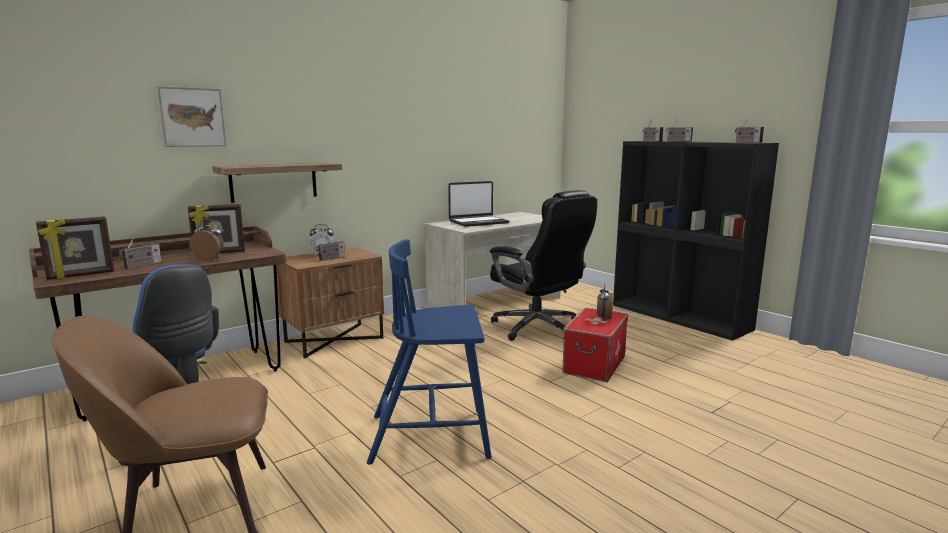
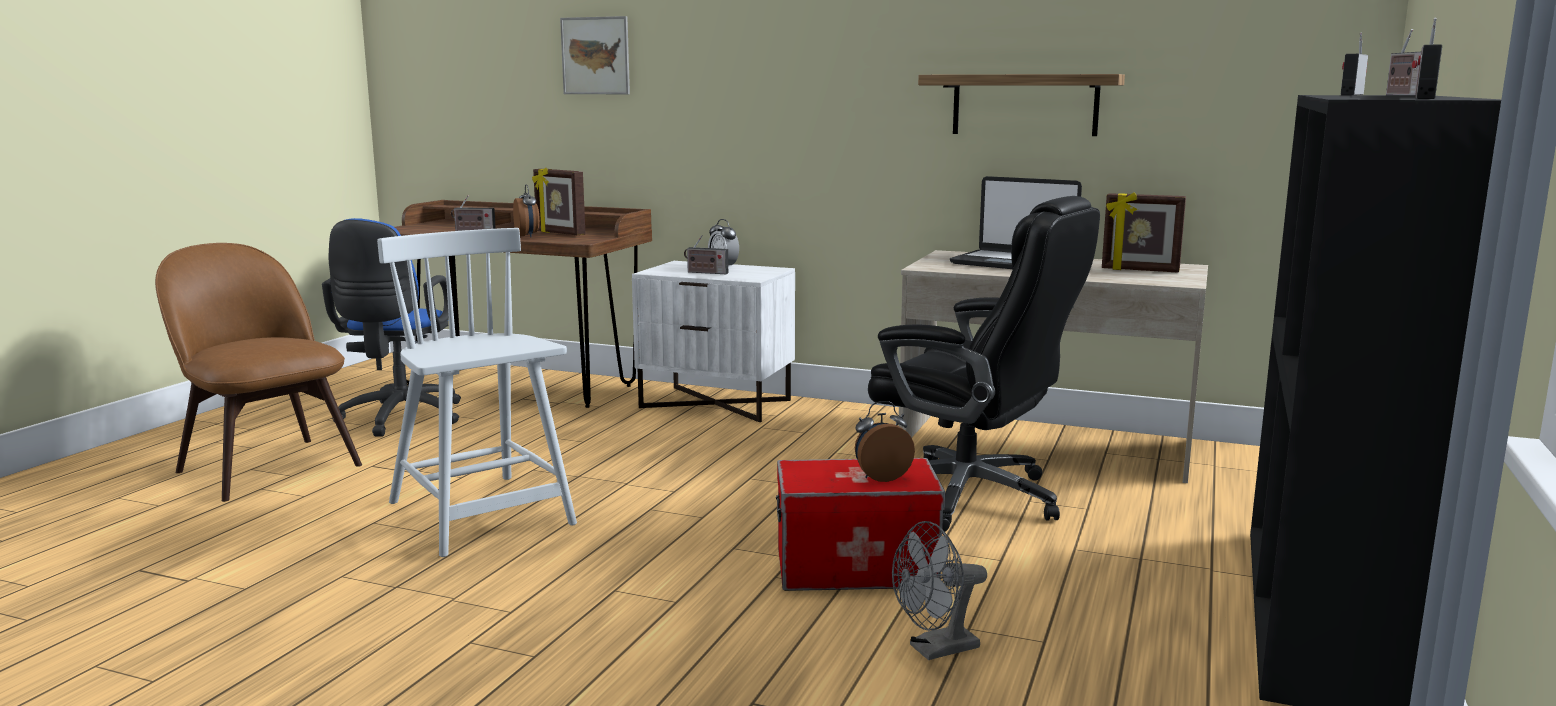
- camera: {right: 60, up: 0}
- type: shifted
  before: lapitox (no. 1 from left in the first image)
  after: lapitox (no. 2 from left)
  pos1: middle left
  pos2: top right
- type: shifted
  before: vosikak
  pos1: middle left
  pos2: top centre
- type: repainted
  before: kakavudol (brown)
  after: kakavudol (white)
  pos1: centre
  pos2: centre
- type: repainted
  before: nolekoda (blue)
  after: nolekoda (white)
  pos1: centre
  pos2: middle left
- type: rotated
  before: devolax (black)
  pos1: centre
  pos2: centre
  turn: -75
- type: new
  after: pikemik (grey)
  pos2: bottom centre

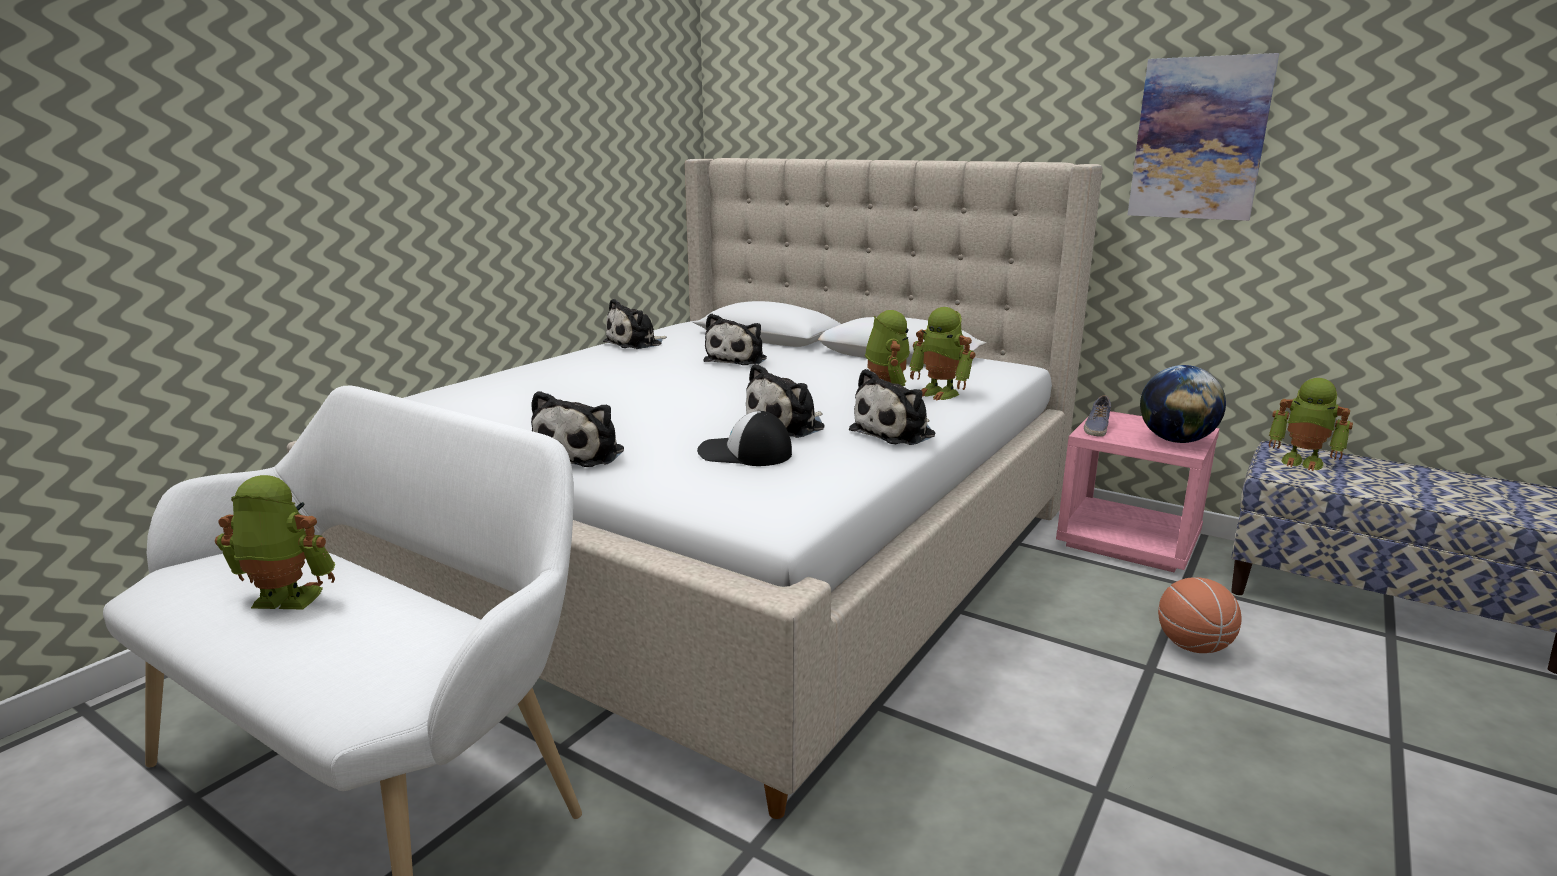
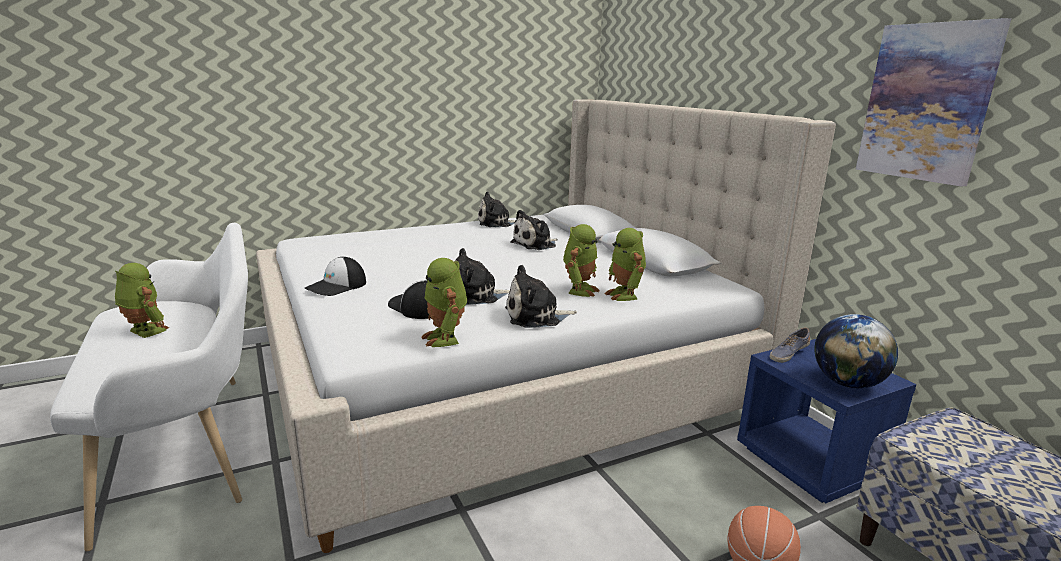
- camera: {right: 30, up: 0}
- type: swapped
  before: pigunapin (no. 1 from left)
  after: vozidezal (no. 1 from left)
  pos1: centre
  pos2: middle left
- type: repainted
  before: kakavudol (pink)
  after: kakavudol (blue)
  pos1: middle right
  pos2: bottom right
- type: shifted
  before: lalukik (no. 4 from left in the first image)
  after: lalukik (no. 2 from left)
  pos1: middle right
  pos2: centre

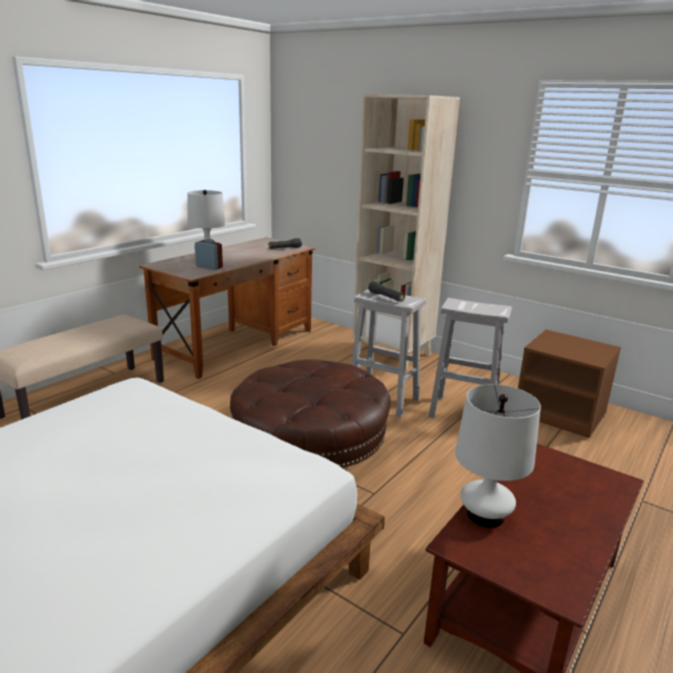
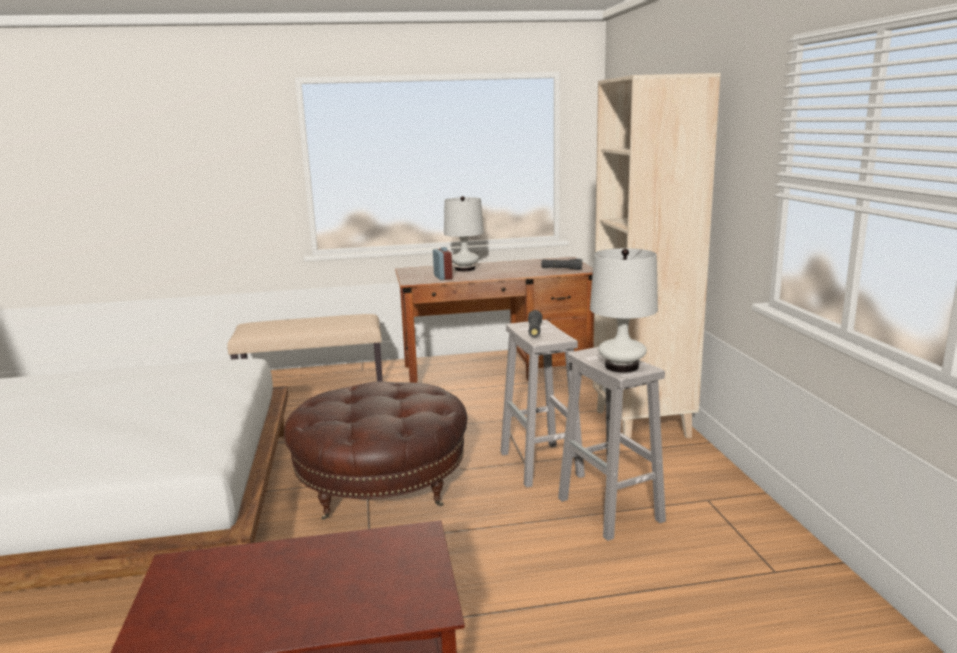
- camera: {right: 45, up: -5}
- type: shifted
  before: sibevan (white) (no. 2 from left)
  pos1: bottom right
  pos2: centre
- type: gone
  before: kakavudol (brown)
  pos1: middle right

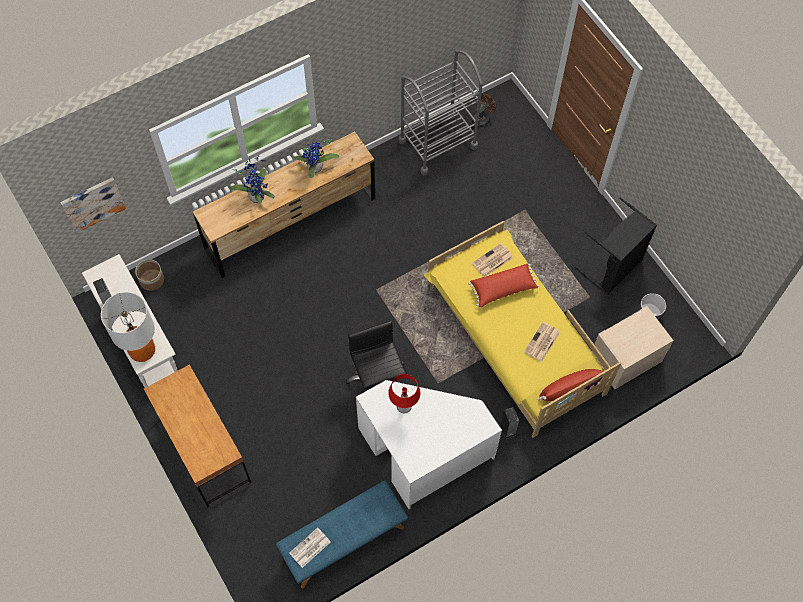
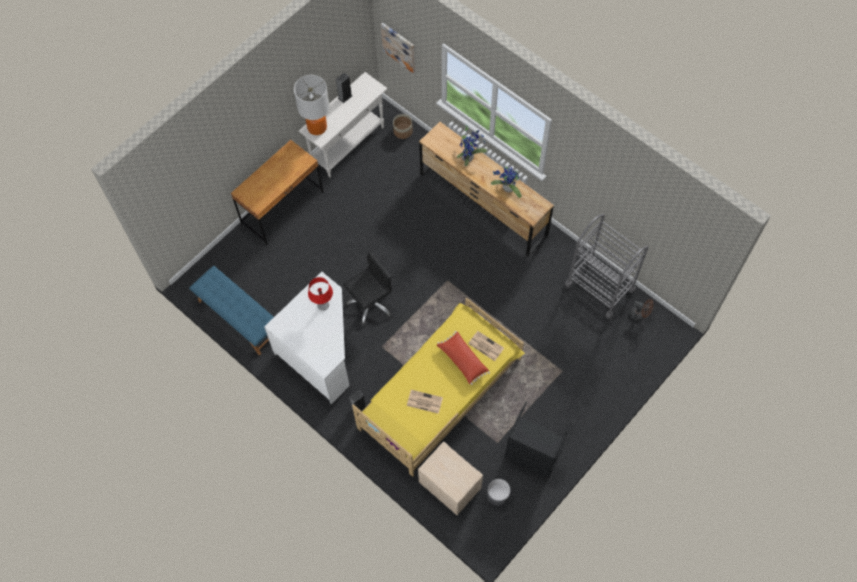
- camera: {right: 75, up: 0}
- type: gone
  before: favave (no. 1 from left)
  pos1: bottom centre
- type: gone
  before: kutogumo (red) (no. 2 from left)
  pos1: middle right

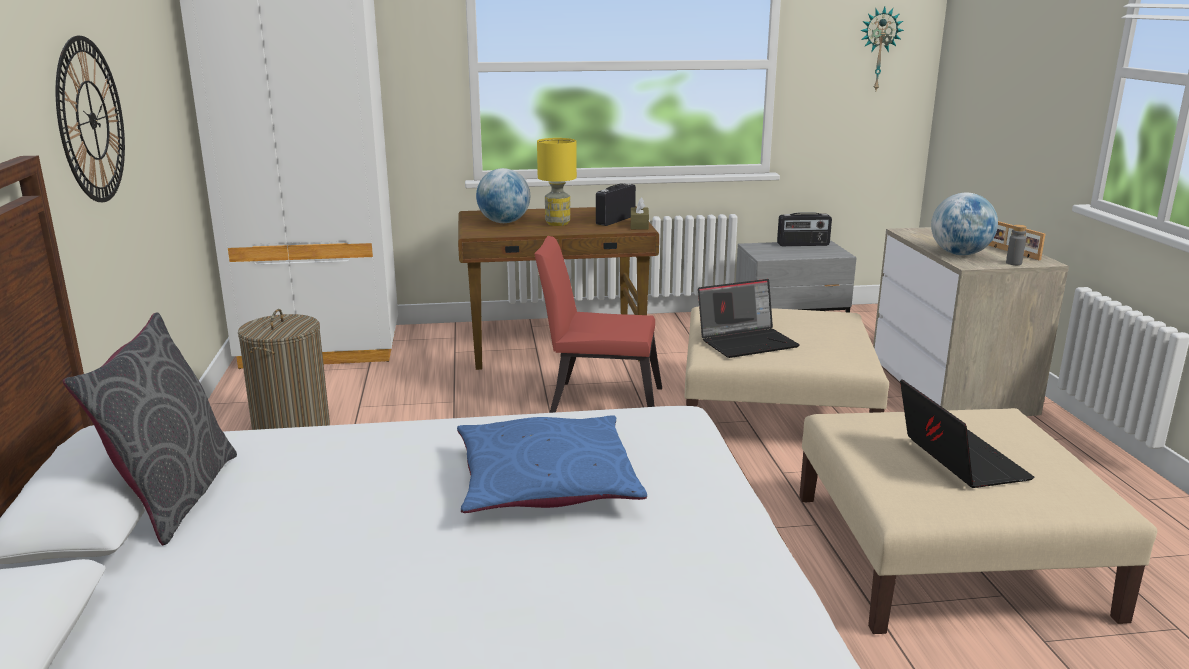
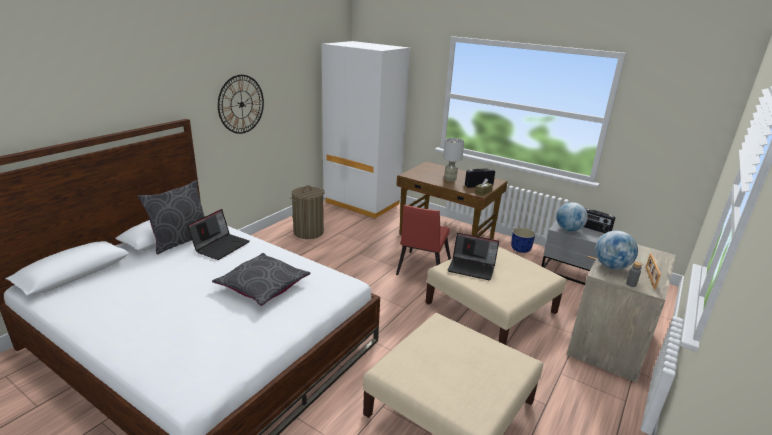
- camera: {right: 40, up: 5}
- type: repainted
  before: kutogumo (blue)
  after: kutogumo (grey) (no. 2 from left)
  pos1: bottom centre
  pos2: centre
- type: shifted
  before: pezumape (no. 1 from left)
  pos1: top centre
  pos2: middle right
- type: rotated
  before: nolekoda (red)
  pos1: centre
  pos2: centre
  turn: -120
- type: repainted
  before: sibevan (yellow)
  after: sibevan (grey)
  pos1: top centre
  pos2: centre
- type: gone
  before: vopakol (no. 2 from left)
  pos1: top right
- type: shifted
  before: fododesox (no. 2 from left in the first image)
  after: fododesox (no. 1 from left)
  pos1: middle right
  pos2: middle left
- type: new
  after: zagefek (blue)
  pos2: middle right

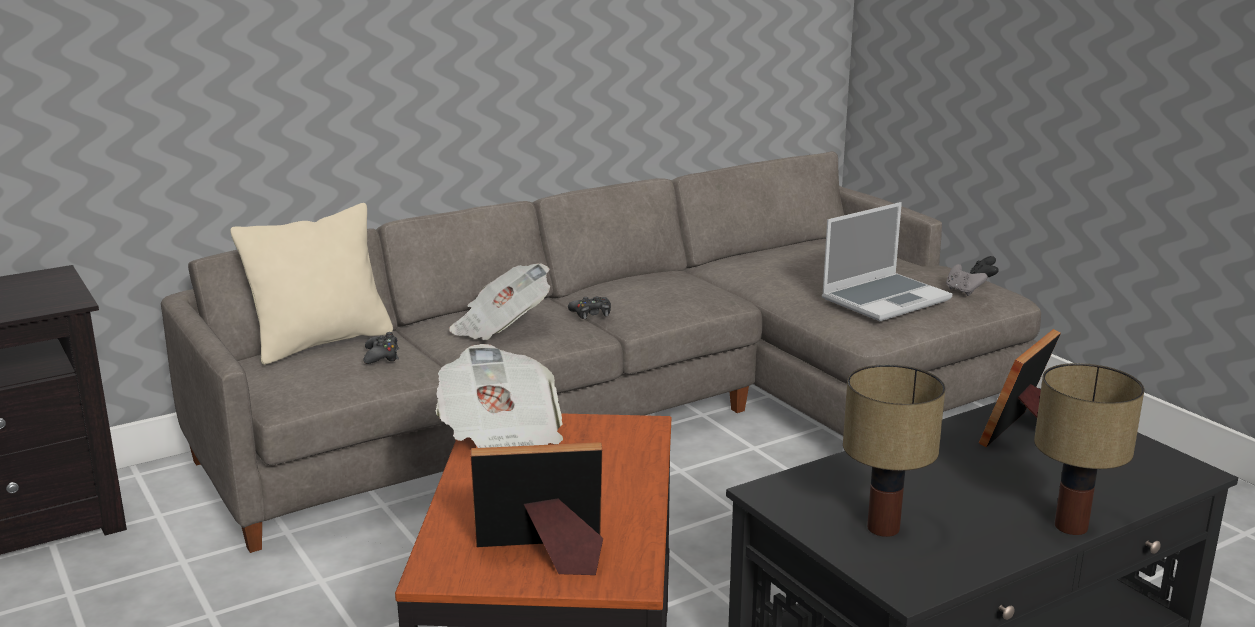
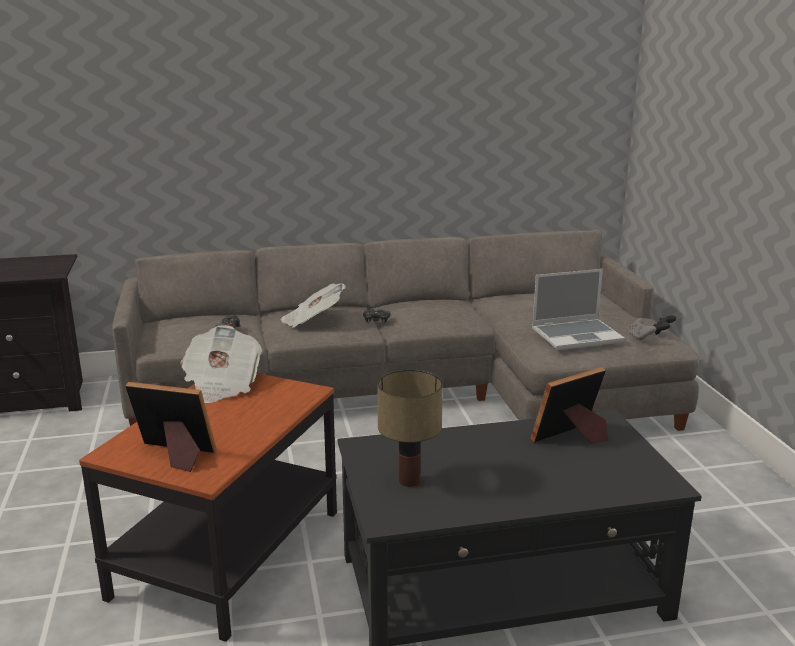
- camera: {right: 20, up: 0}
- type: gone
  before: kutogumo (beige)
  pos1: middle left
- type: gone
  before: sibevan (no. 2 from left)
  pos1: bottom right

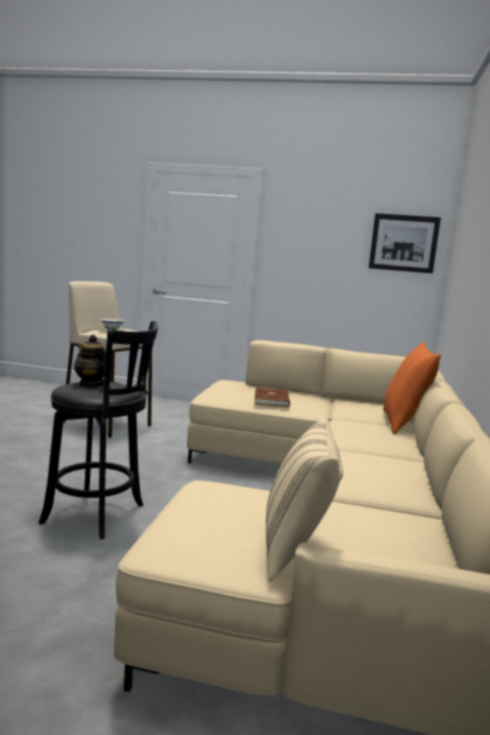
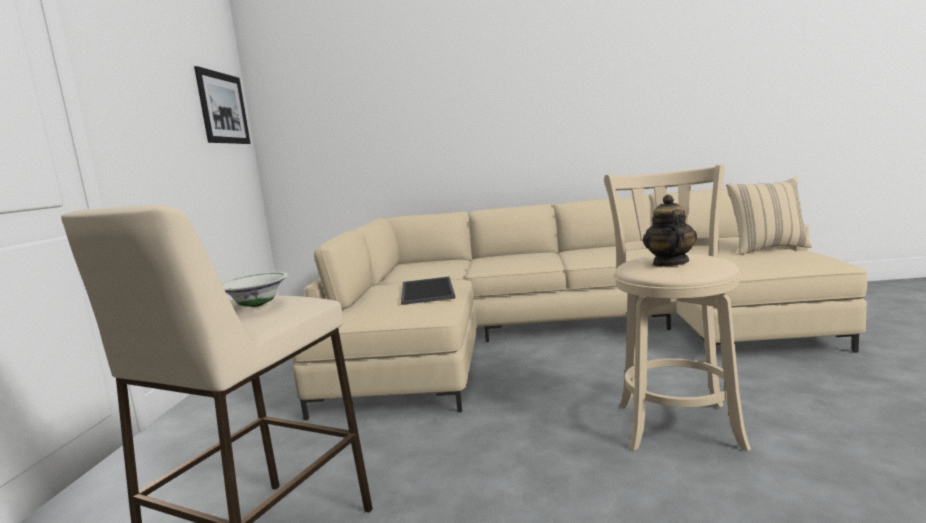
- camera: {right: -95, up: 0}
- type: repainted
  before: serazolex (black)
  after: serazolex (beige) (no. 2 from left)
  pos1: middle left
  pos2: middle right
- type: rotated
  before: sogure
  pos1: middle left
  pos2: middle right
  turn: 150
- type: swapped
  before: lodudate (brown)
  after: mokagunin
  pos1: centre
  pos2: centre
- type: gone
  before: kutogumo (orange)
  pos1: middle right

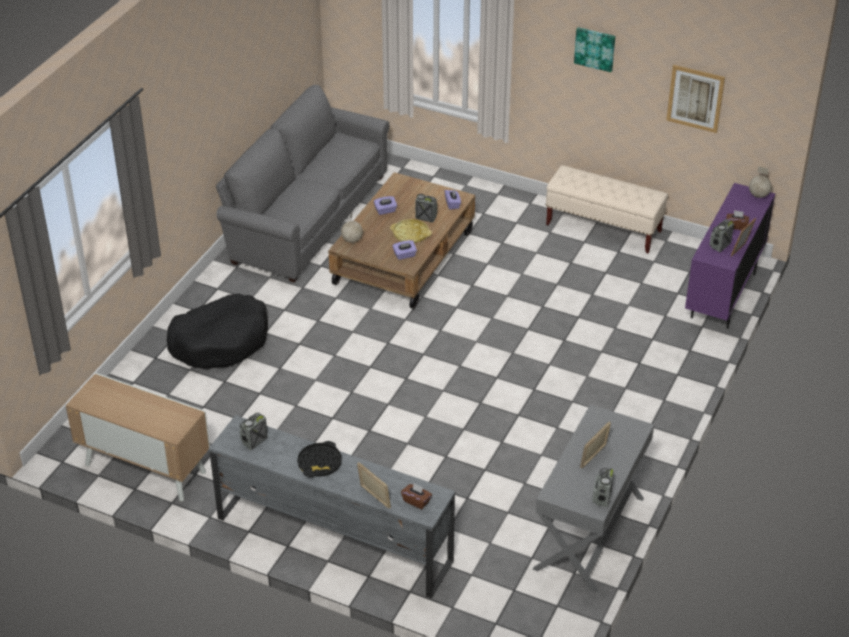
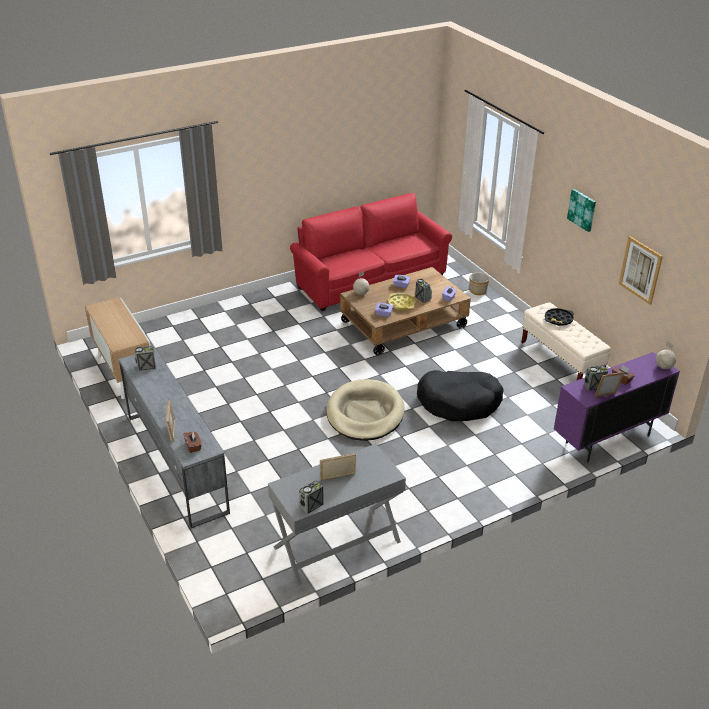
- camera: {right: 35, up: -5}
- type: shifted
  before: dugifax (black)
  pos1: middle left
  pos2: centre
- type: repainted
  before: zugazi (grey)
  after: zugazi (red)
  pos1: top centre
  pos2: centre
- type: shifted
  before: mokagunin (black)
  pos1: bottom centre
  pos2: middle right
- type: new
  after: dugifax (beige)
  pos2: centre
- type: new
  after: zagefek
  pos2: middle right

